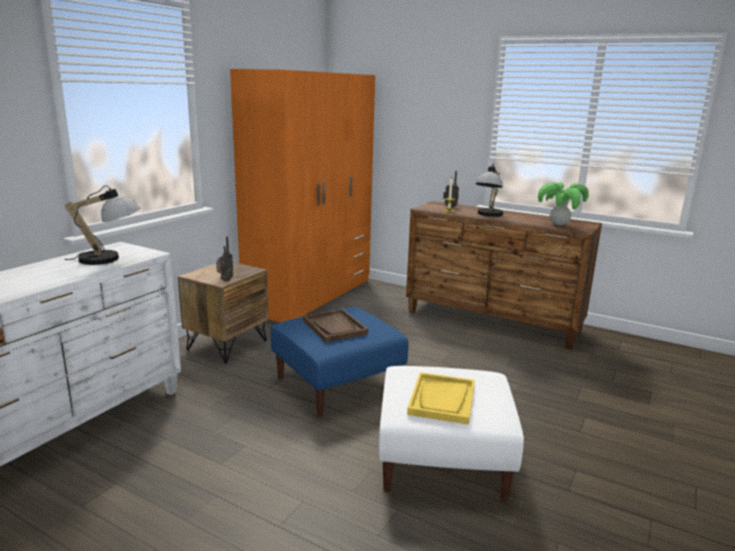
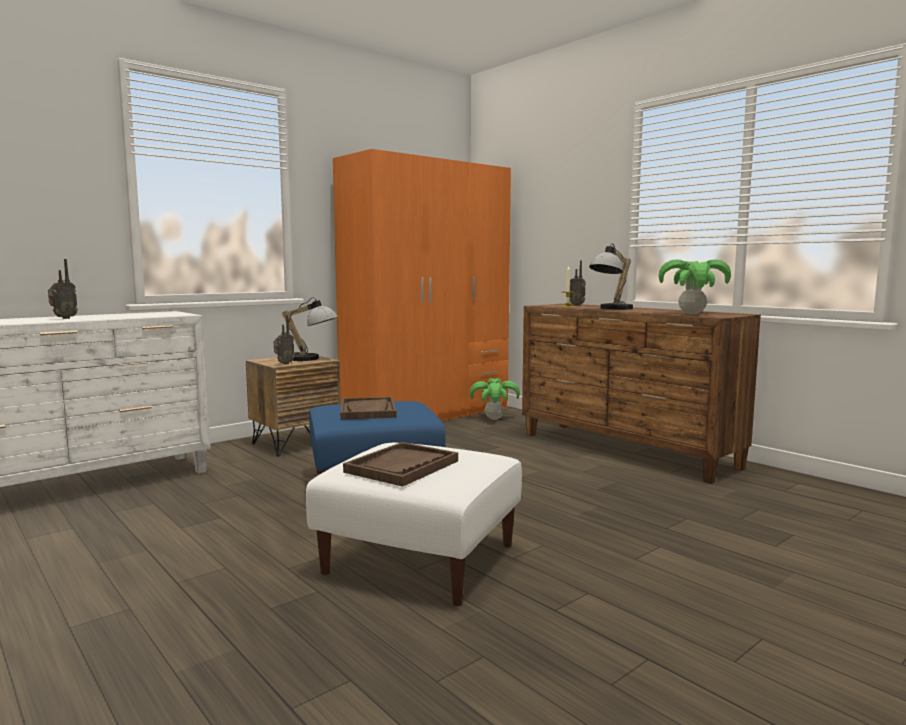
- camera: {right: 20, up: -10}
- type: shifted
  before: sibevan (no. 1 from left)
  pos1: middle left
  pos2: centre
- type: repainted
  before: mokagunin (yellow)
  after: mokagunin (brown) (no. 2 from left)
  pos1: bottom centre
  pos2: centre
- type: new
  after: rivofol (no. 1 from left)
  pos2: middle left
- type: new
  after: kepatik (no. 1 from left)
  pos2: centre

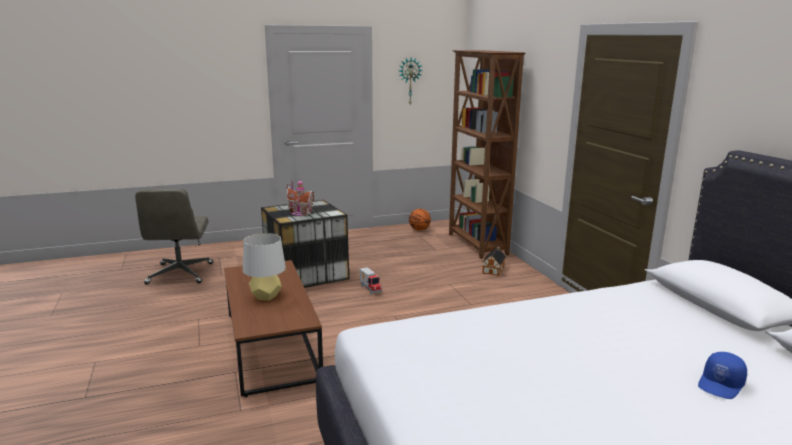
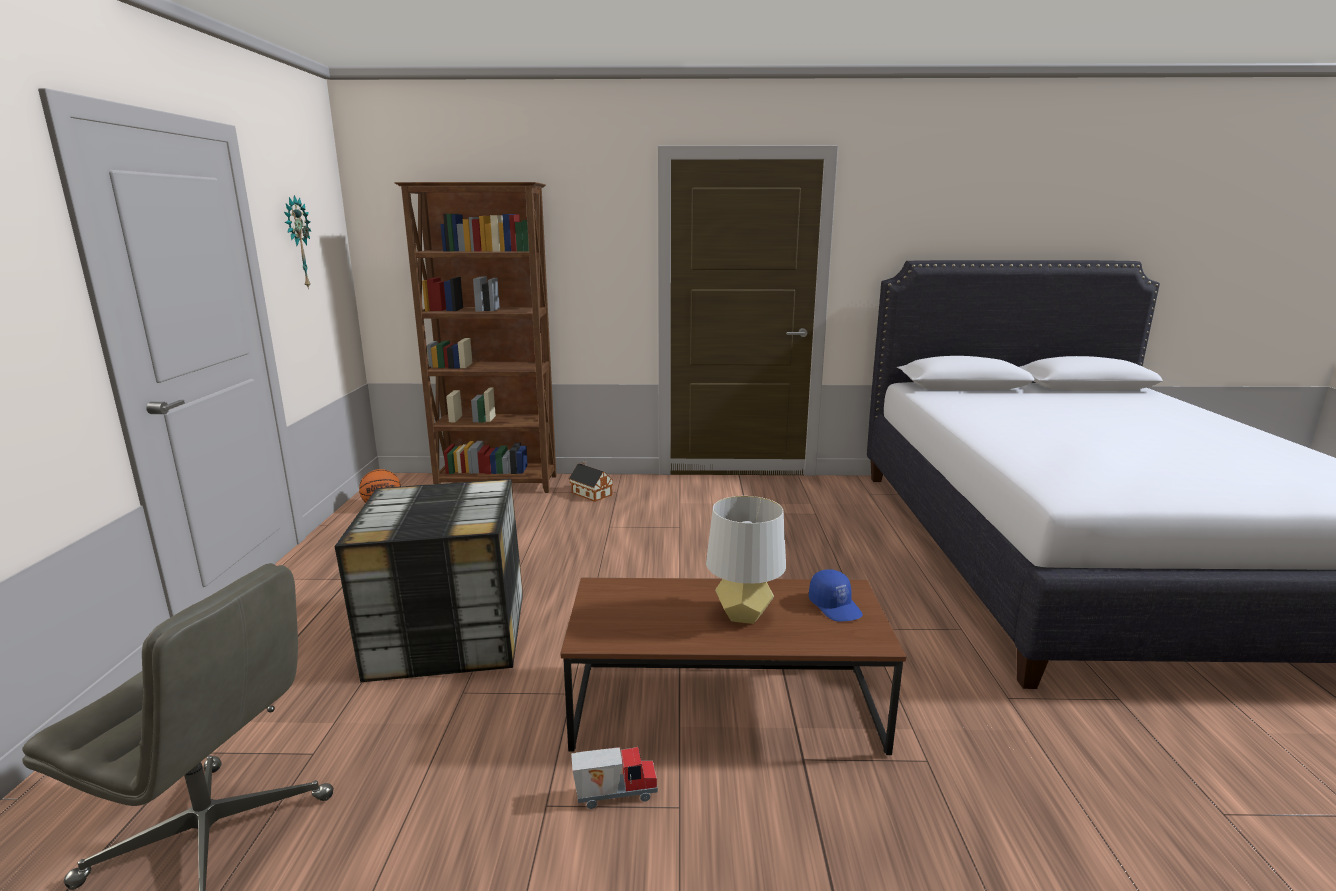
- camera: {right: -70, up: 0}
- type: gone
  before: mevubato (no. 1 from left)
  pos1: centre
- type: shifted
  before: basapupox
  pos1: centre
  pos2: bottom centre
- type: shifted
  before: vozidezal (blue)
  pos1: bottom right
  pos2: bottom centre

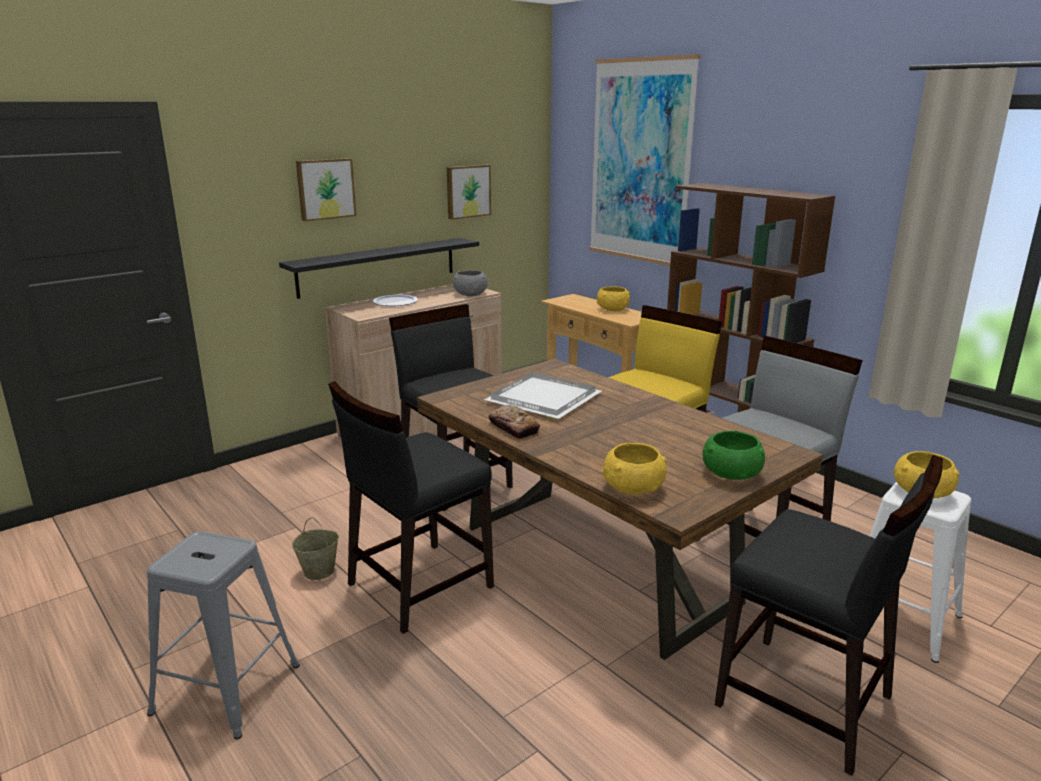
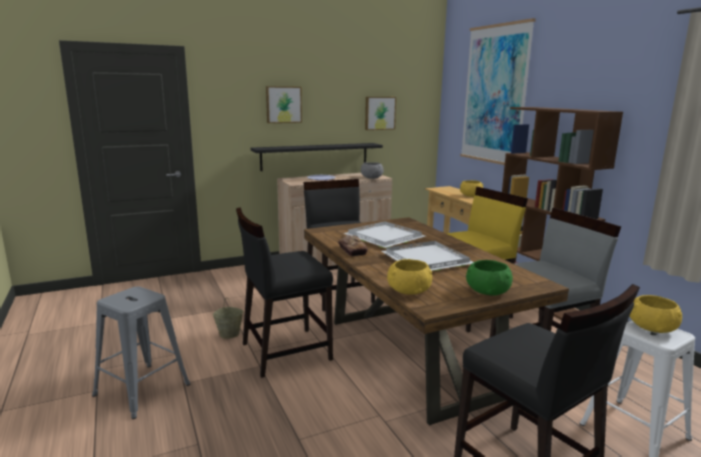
- camera: {right: 15, up: -5}
- type: new
  after: mokagunin (white) (no. 2 from left)
  pos2: centre

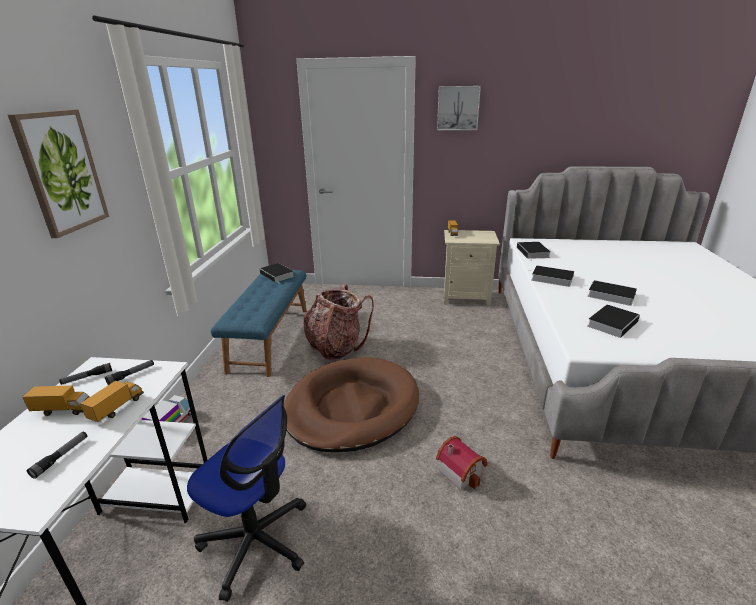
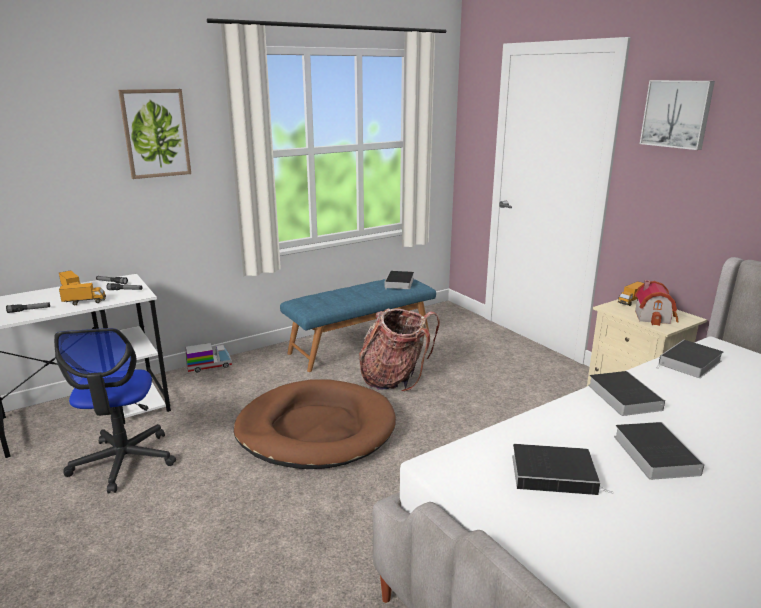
- camera: {right: 50, up: -5}
- type: shifted
  before: mevubato
  pos1: bottom centre
  pos2: middle right

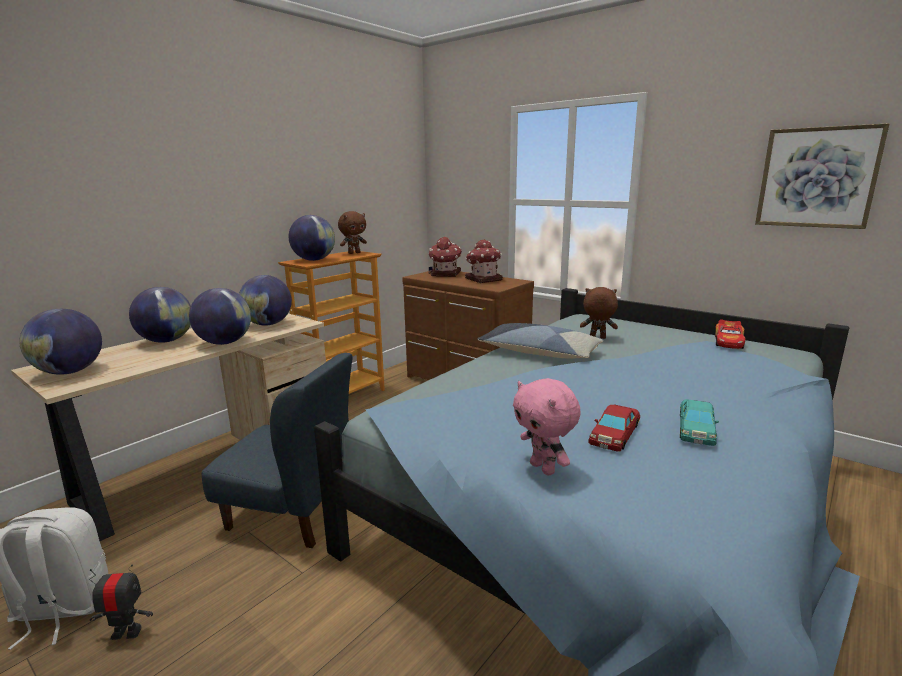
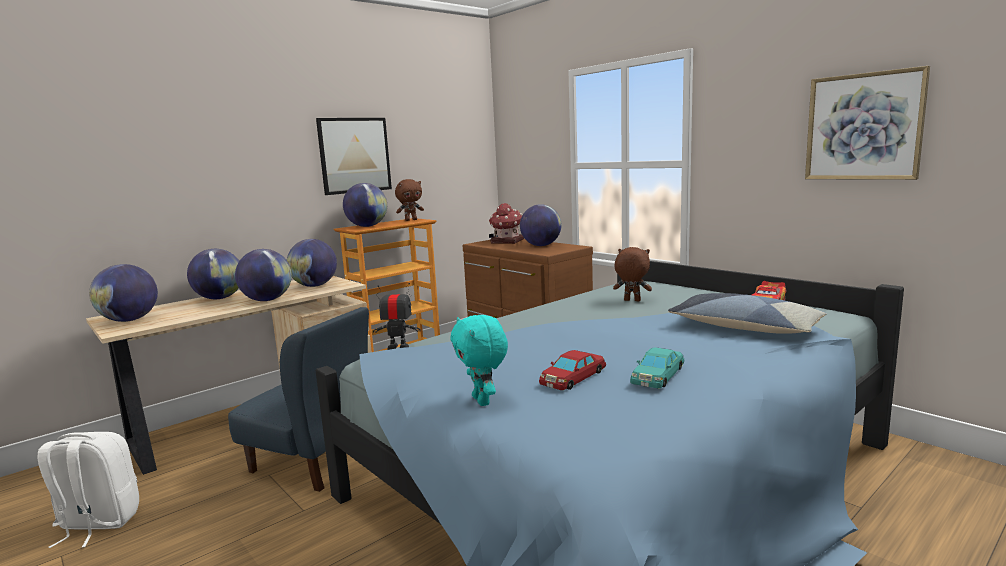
- camera: {right: 10, up: -5}
- type: shifted
  before: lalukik
  pos1: bottom left
  pos2: centre
- type: swapped
  before: mevubato (no. 2 from left)
  after: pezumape (no. 6 from left)
  pos1: centre
  pos2: centre
- type: shifted
  before: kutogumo
  pos1: centre
  pos2: middle right
- type: repainted
  before: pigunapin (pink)
  after: pigunapin (turquoise)
  pos1: centre
  pos2: centre
- type: new
  after: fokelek (no. 1 from left)
  pos2: top centre

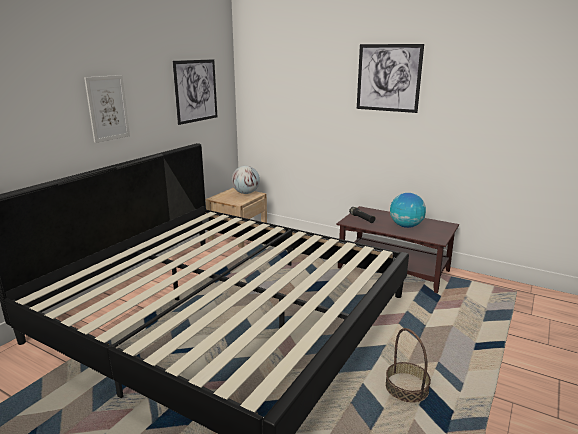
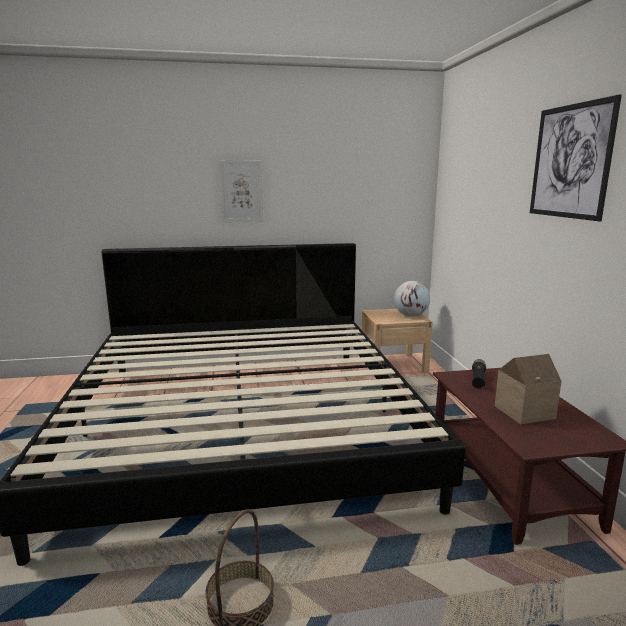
- camera: {right: 50, up: -5}
- type: gone
  before: fokelek (no. 2 from left)
  pos1: top centre
- type: swapped
  before: pezumape (no. 2 from left)
  after: mevubato
  pos1: middle right
  pos2: middle right

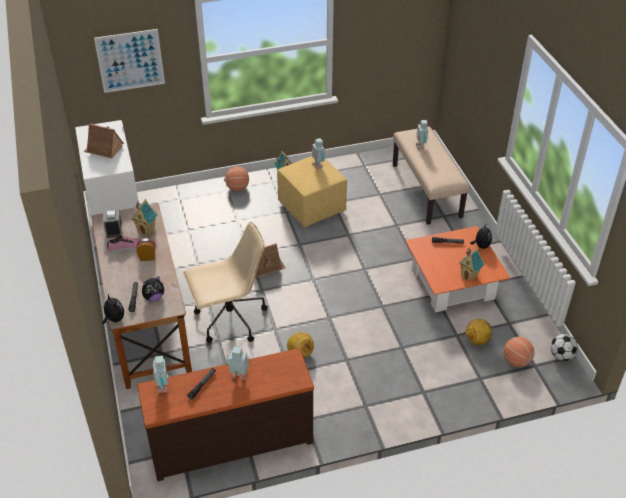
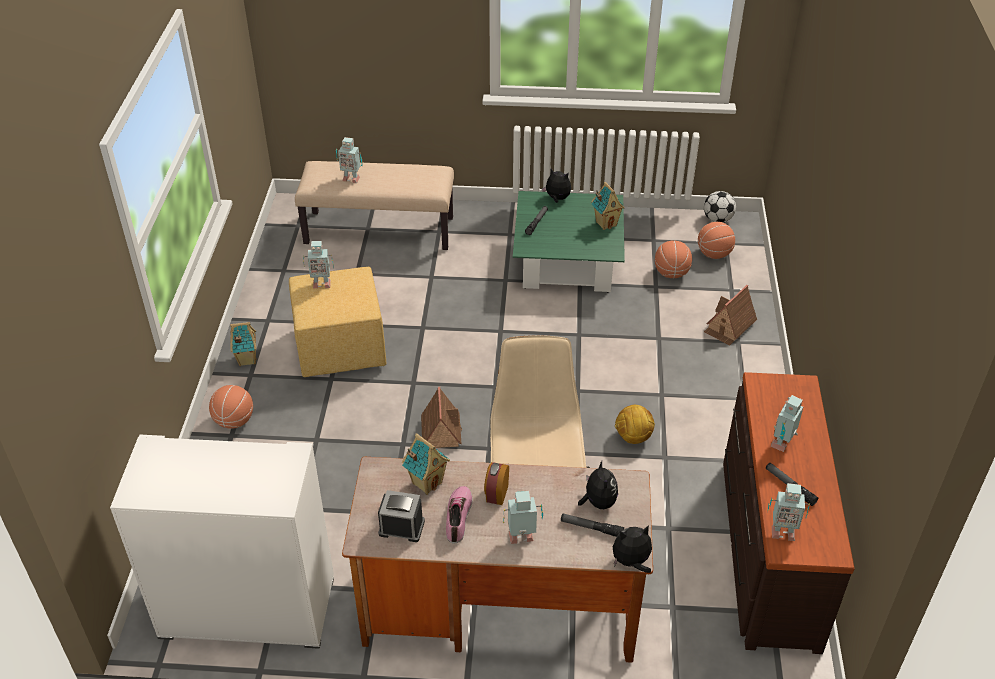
- camera: {right: -70, up: 0}
- type: shifted
  before: mevubato (no. 1 from left in the first image)
  after: mevubato (no. 5 from left)
  pos1: top left
  pos2: middle right
- type: gone
  before: fokelek
  pos1: top left
- type: repainted
  before: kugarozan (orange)
  after: kugarozan (green)
  pos1: middle right
  pos2: centre
- type: swapped
  before: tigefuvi (no. 2 from left)
  after: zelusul (no. 2 from left)
  pos1: bottom right
  pos2: middle right
- type: new
  after: lalukik (no. 3 from left)
  pos2: bottom centre

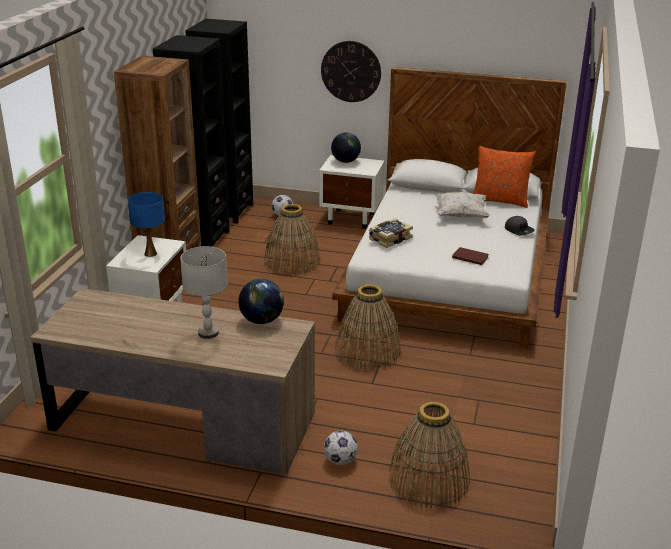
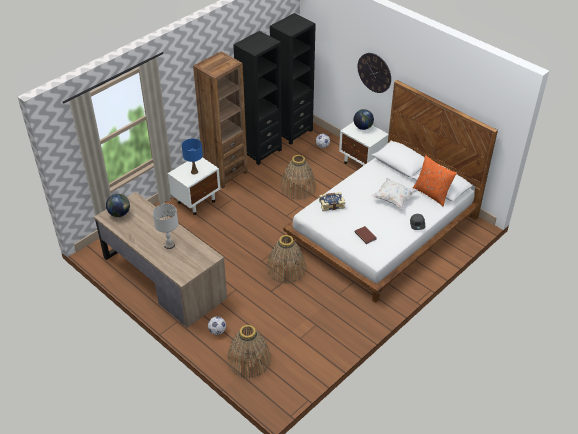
- camera: {right: 30, up: 15}
- type: shifted
  before: pezumape (no. 1 from left)
  pos1: centre
  pos2: middle left

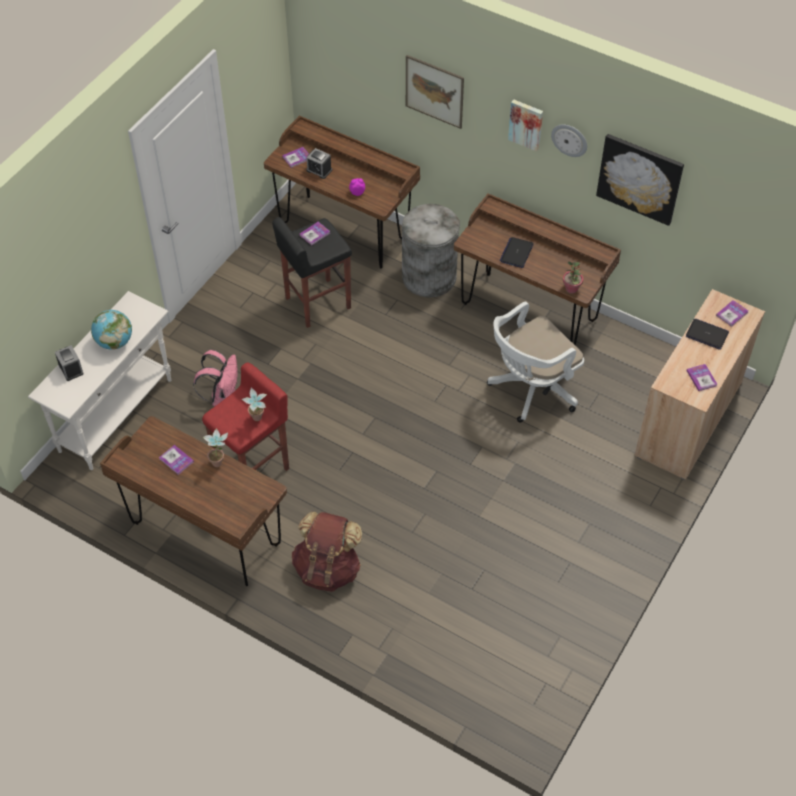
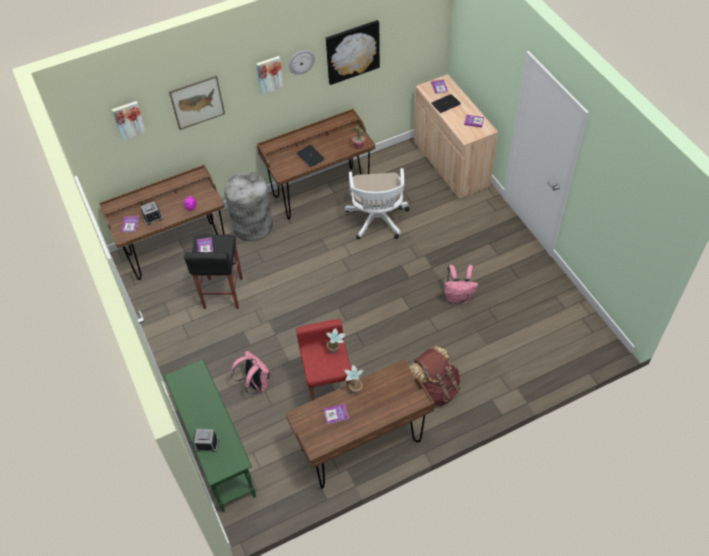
- camera: {right: -55, up: 0}
- type: repainted
  before: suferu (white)
  after: suferu (green)
  pos1: middle left
  pos2: bottom left
- type: gone
  before: pezumape
  pos1: middle left
- type: new
  after: fokelek (no. 1 from left)
  pos2: top left
- type: new
  after: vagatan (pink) (no. 2 from left)
  pos2: centre

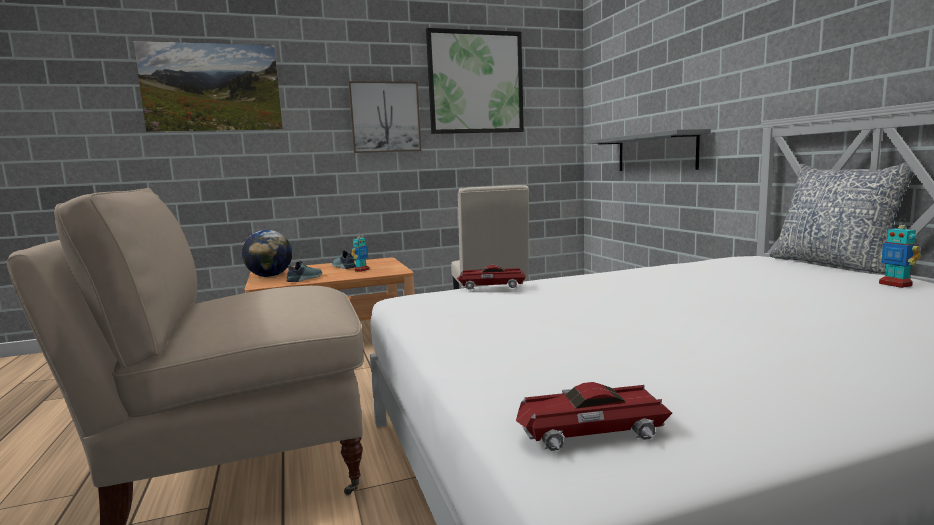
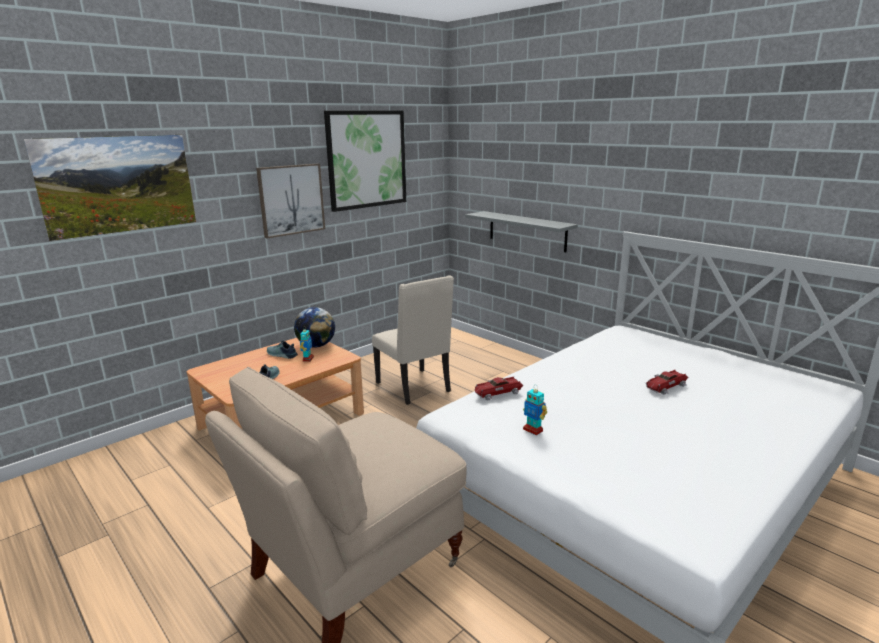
- camera: {right: -25, up: 10}
- type: shifted
  before: pezumape
  pos1: middle left
  pos2: centre
- type: shifted
  before: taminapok (no. 2 from left)
  pos1: bottom centre
  pos2: middle right
- type: gone
  before: kutogumo
  pos1: middle right
- type: shifted
  before: lalukik (no. 2 from left)
  pos1: middle right
  pos2: centre

